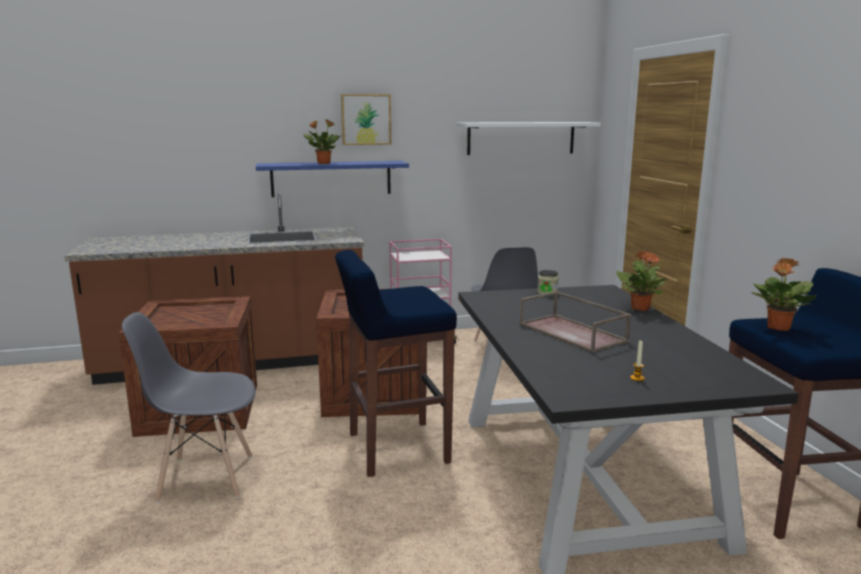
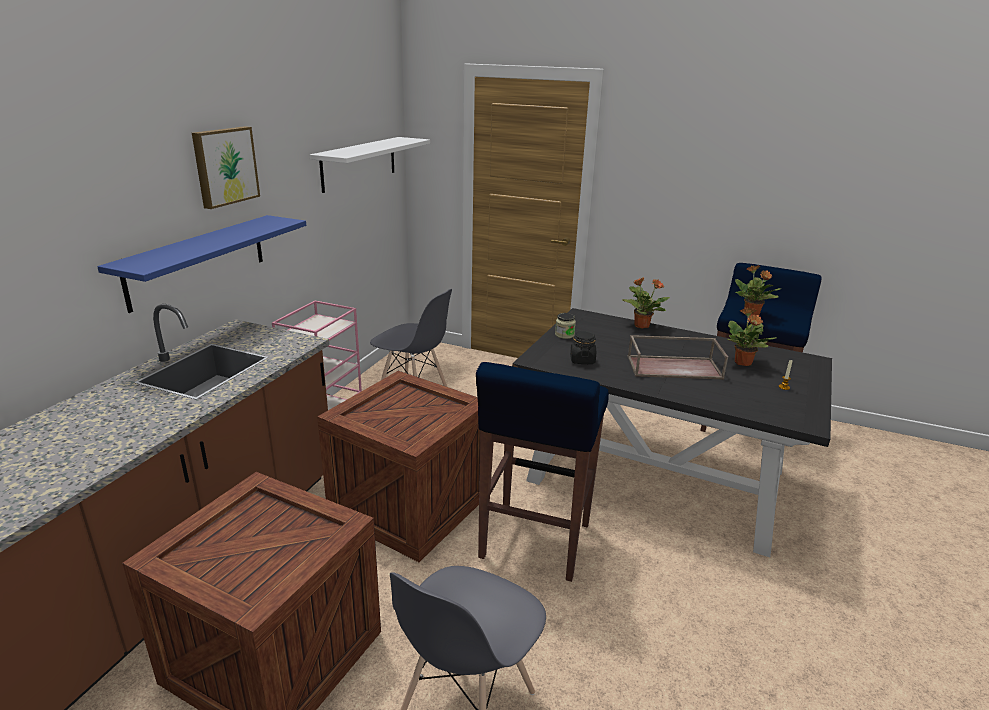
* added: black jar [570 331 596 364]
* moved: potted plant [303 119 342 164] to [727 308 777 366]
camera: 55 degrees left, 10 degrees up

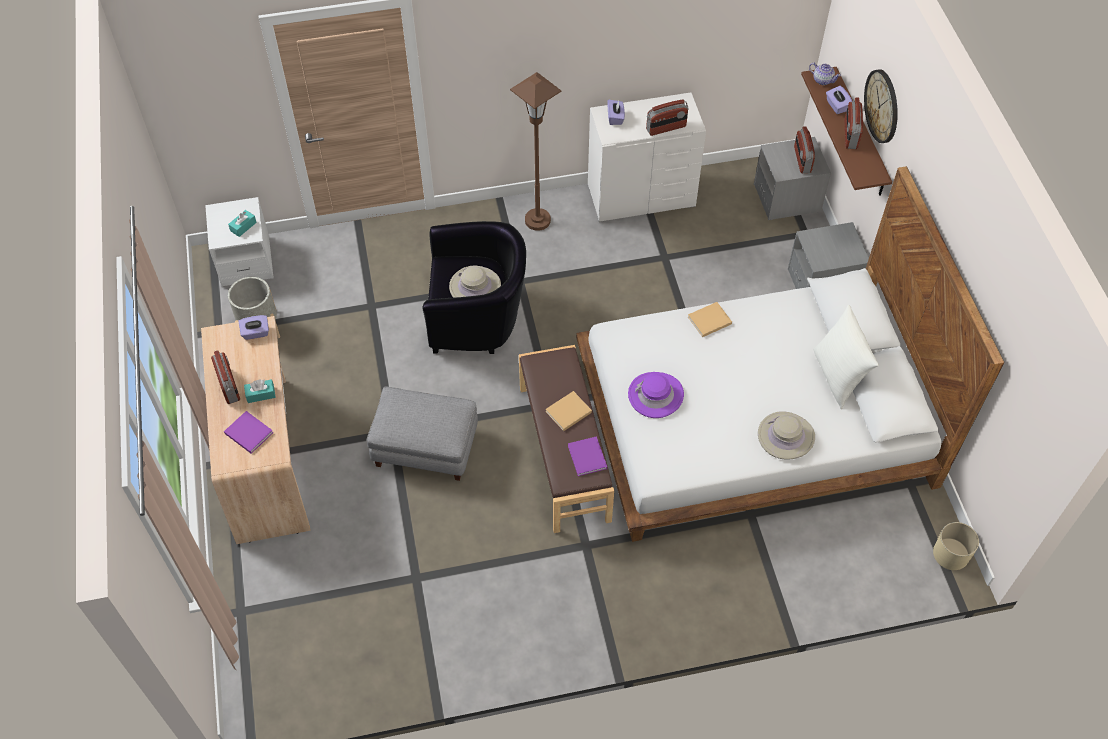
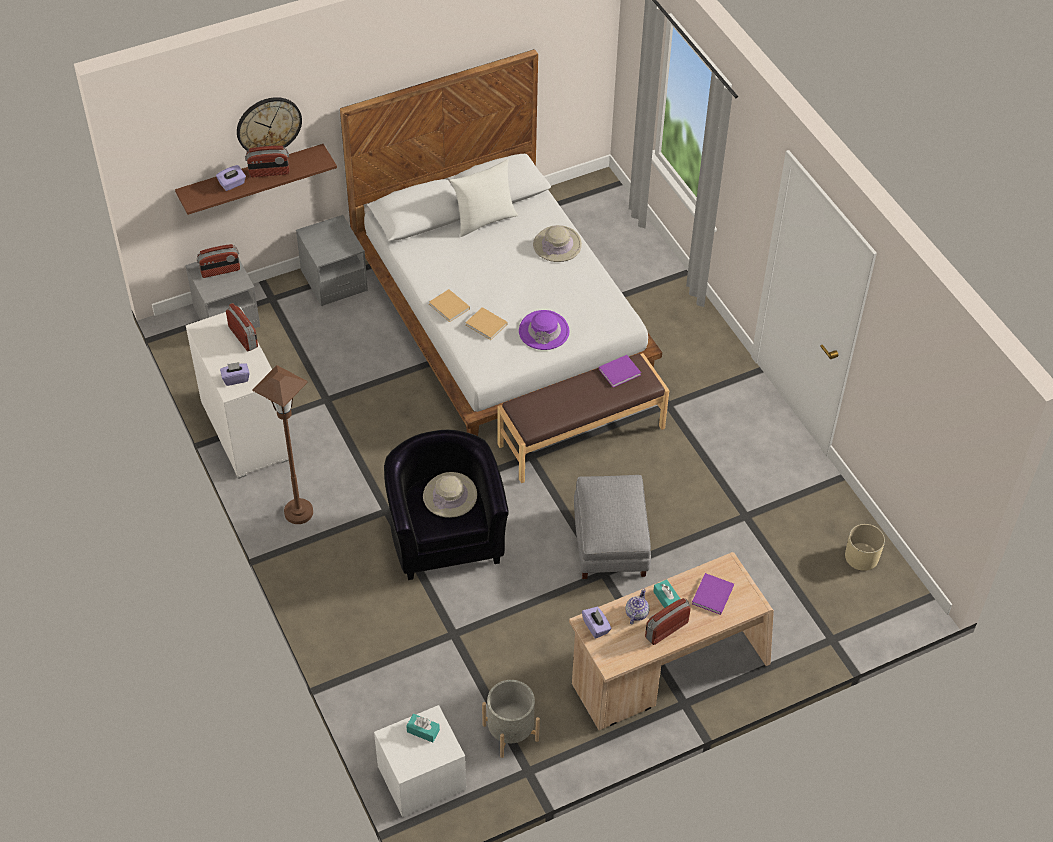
* moved: beige book [545 391 592 431] to [465 307 508 340]
* moved: teapot [809 63 841 85] to [625 589 650 624]
* moved: beige planter [933 522 979 570] to [845 524 885 571]
camera: 105 degrees left, 5 degrees down

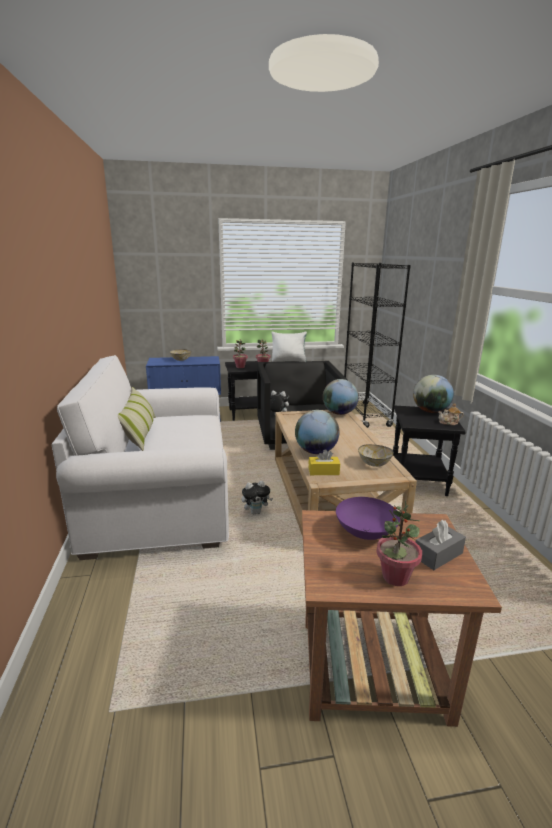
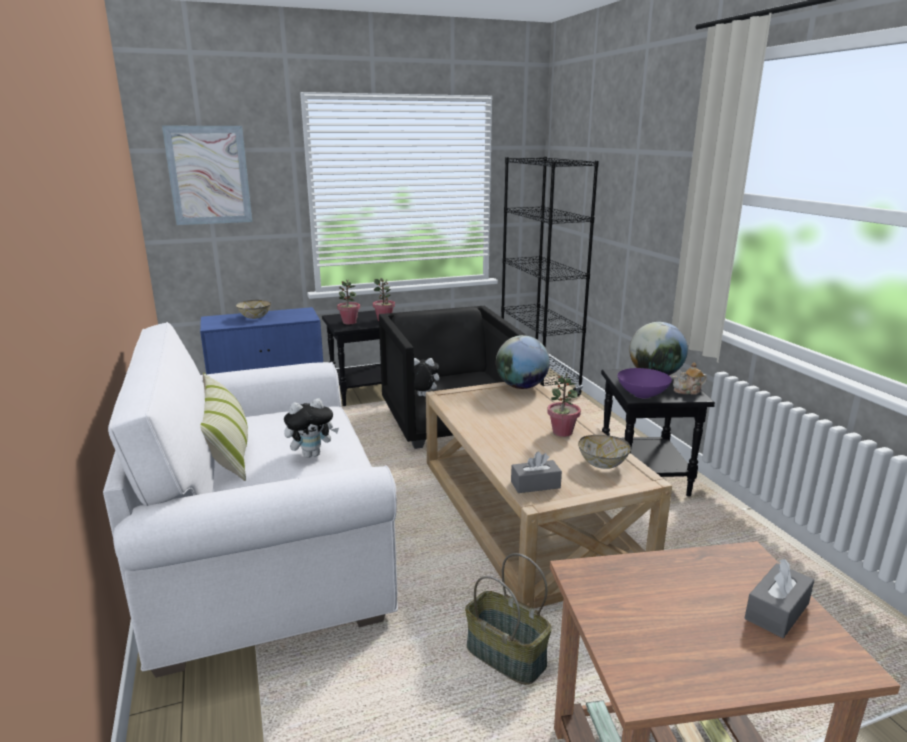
* removed: white pillow [271 332 307 362]
* removed: globe [295 410 340 454]
* added: picture [162 126 252 225]
* added: basket [465 553 552 685]
* moved: plush toy [242 481 273 514] to [284 398 339 458]
* moved: purple bowl [336 497 400 540] to [617 368 672 398]
* moved: potted plant [376 500 422 586] to [547 373 581 437]
* recoloured: yellow tissue box [309 449 340 475] to grey tissue box [511 452 562 493]
camera: 10 degrees left, 0 degrees up

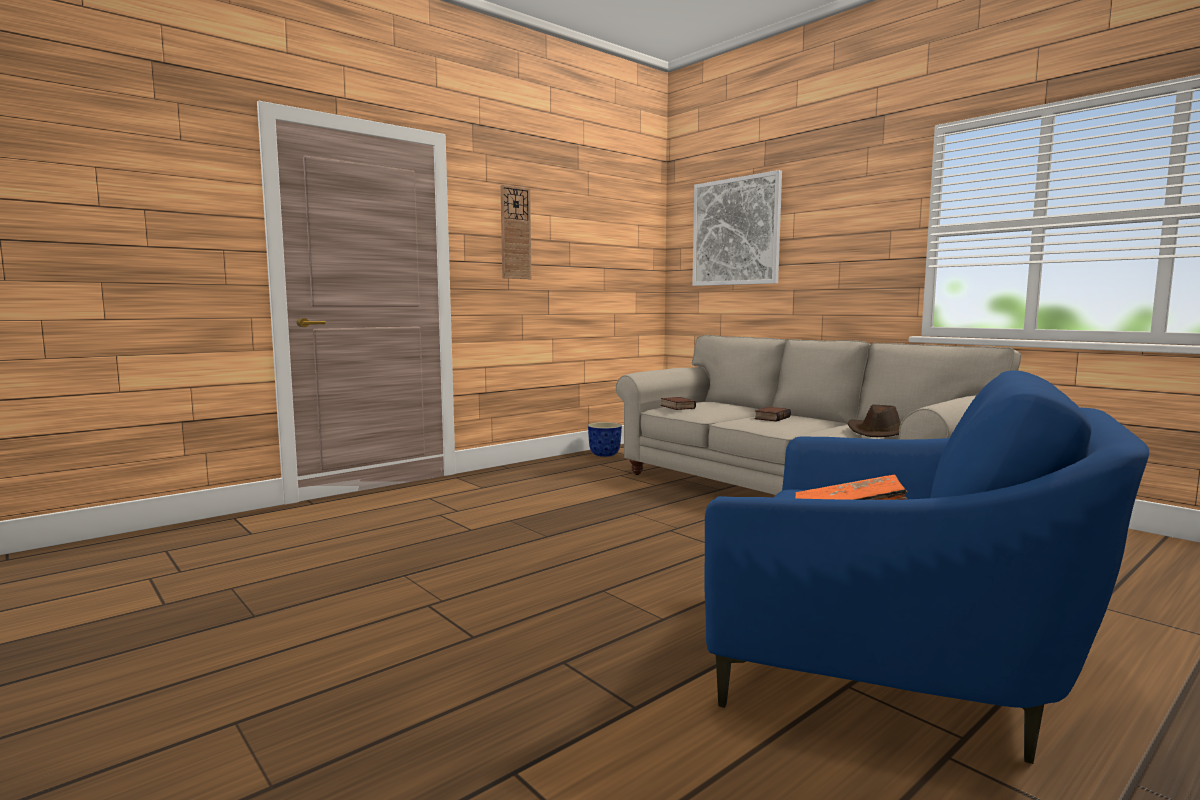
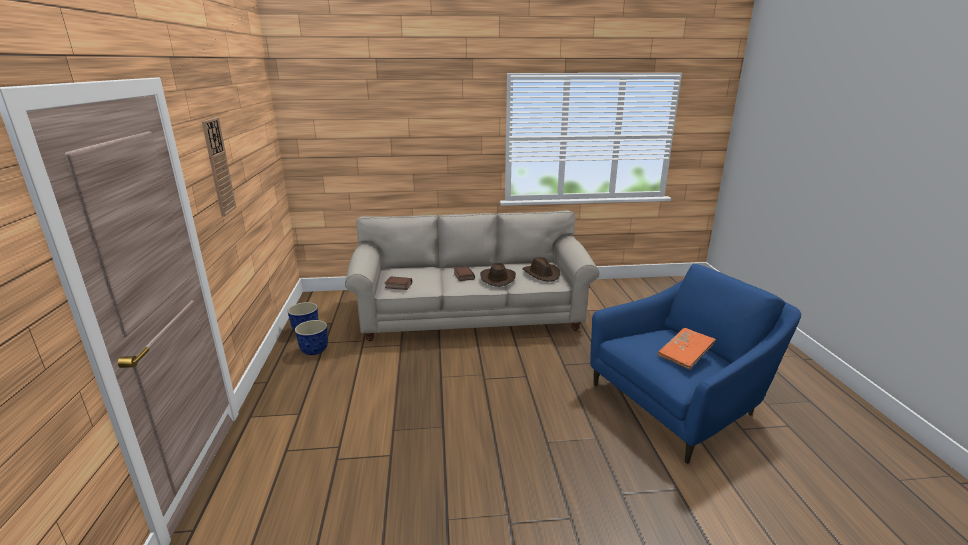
* removed: picture [692 170 782 286]
* added: planter [295 320 328 355]
* added: brown hat [480 263 516 287]
camera: 55 degrees left, 15 degrees up

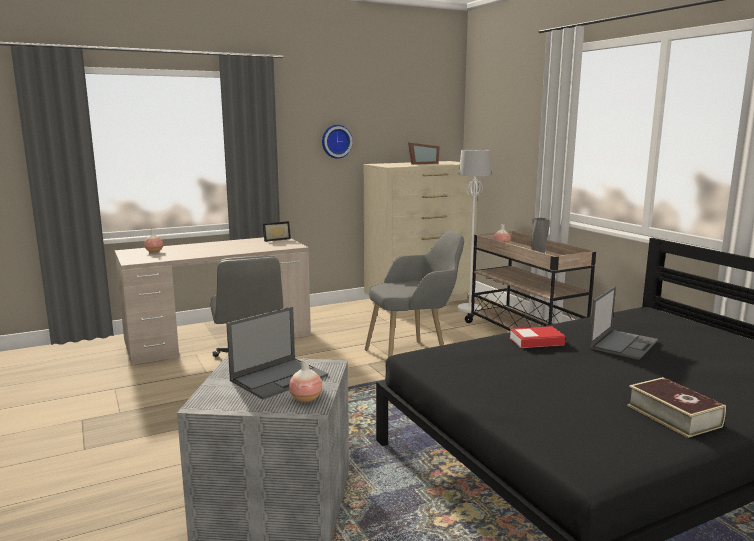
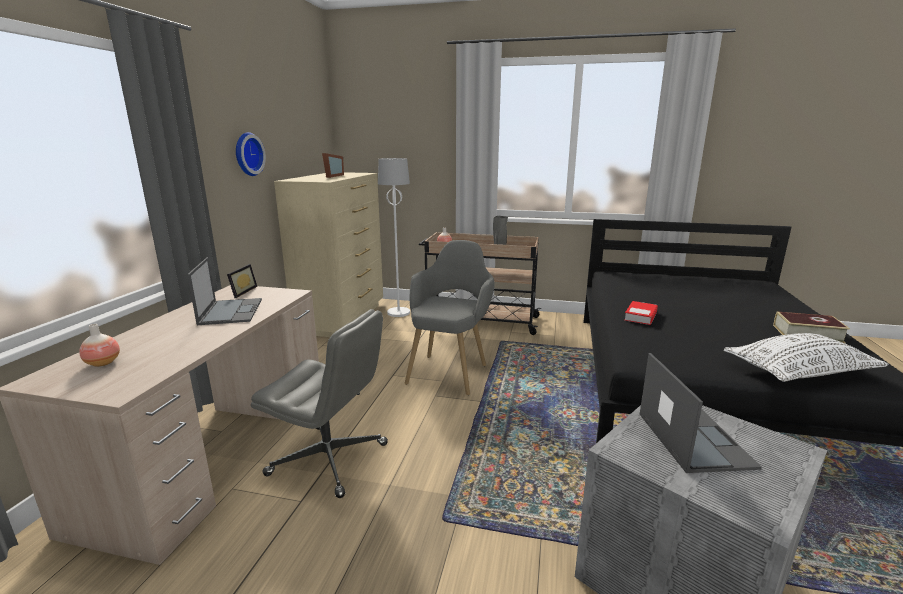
* removed: vase [289 358 322 403]
* added: white pillow [724 333 889 382]
* moved: laptop [589 286 658 360] to [187 257 262 325]
camera: 50 degrees left, 5 degrees up

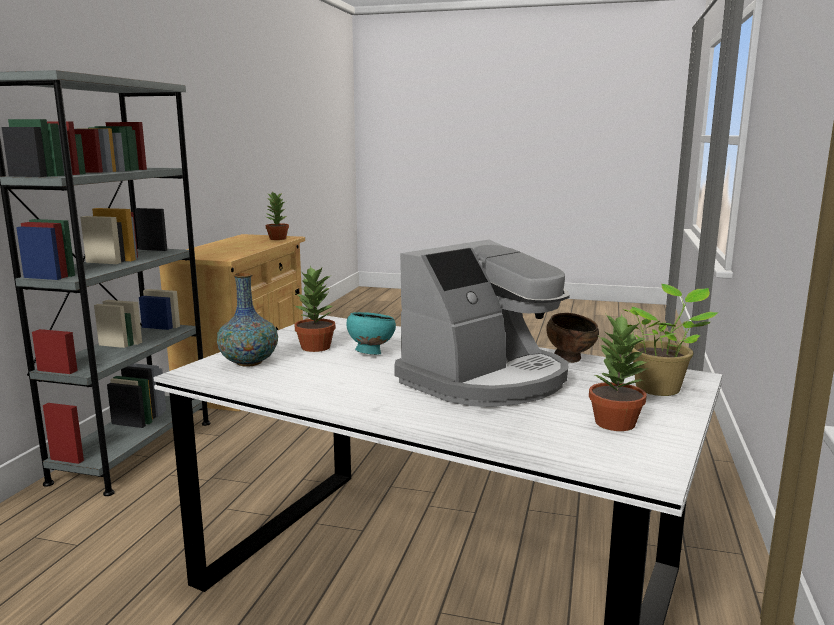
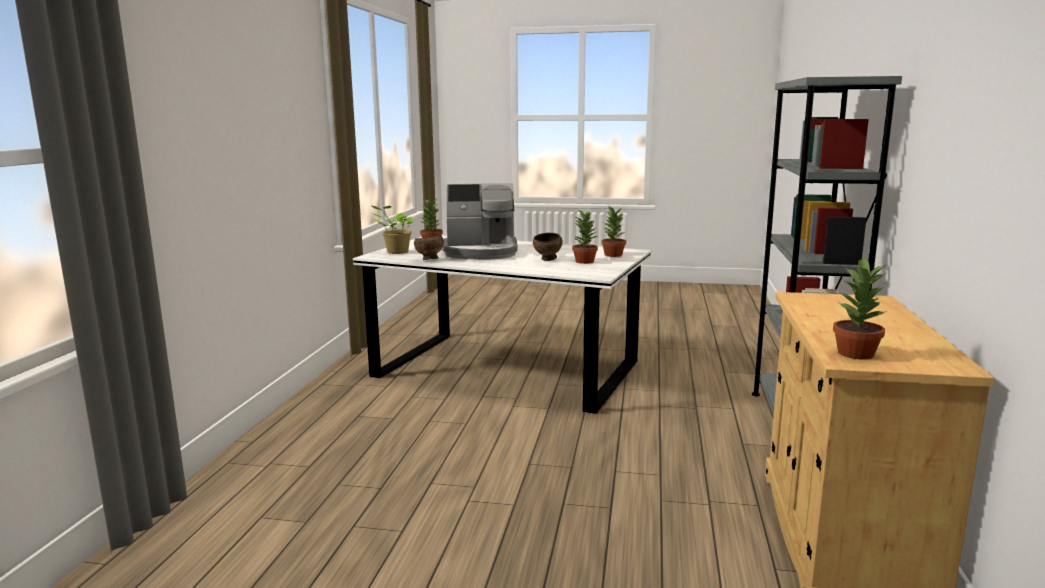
* replaced: vase [217 273 278 367] to potted plant [601 205 626 257]
* recoloured: turquoise bowl [347 312 396 355] to brown bowl [533 233 563 261]
* turned: coffee machine [394 240 569 407] = [442 183 518 260] 135 degrees counterclockwise
camera: 175 degrees right, 0 degrees up

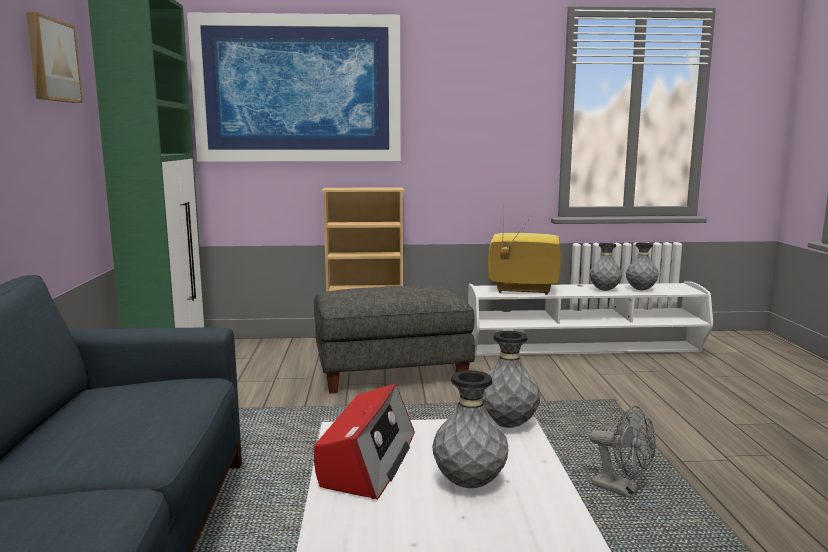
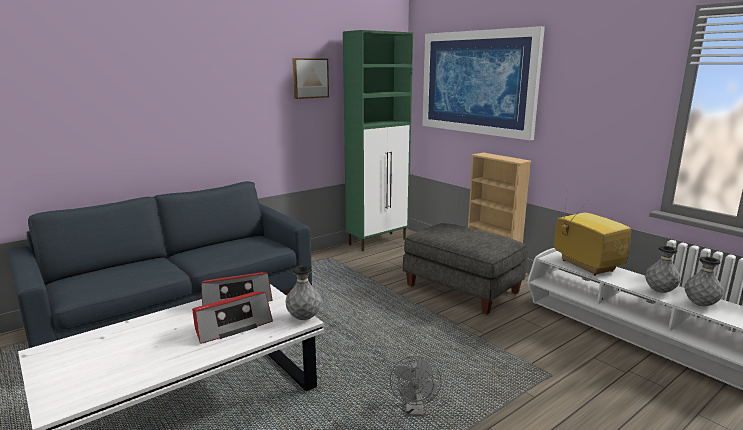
* replaced: grey vase [432 370 508 488] to radio [192 292 273 344]
camera: 55 degrees right, 5 degrees up

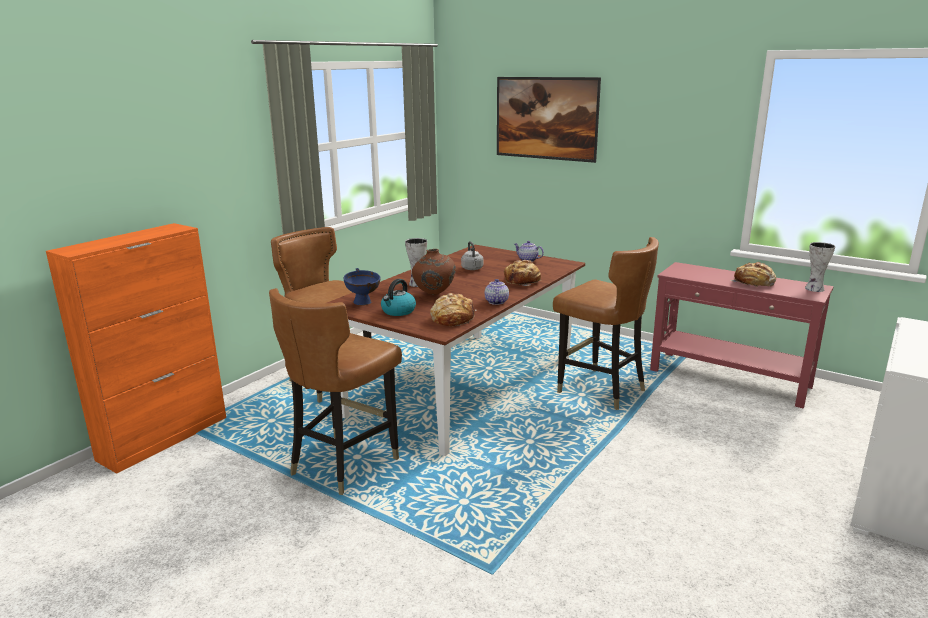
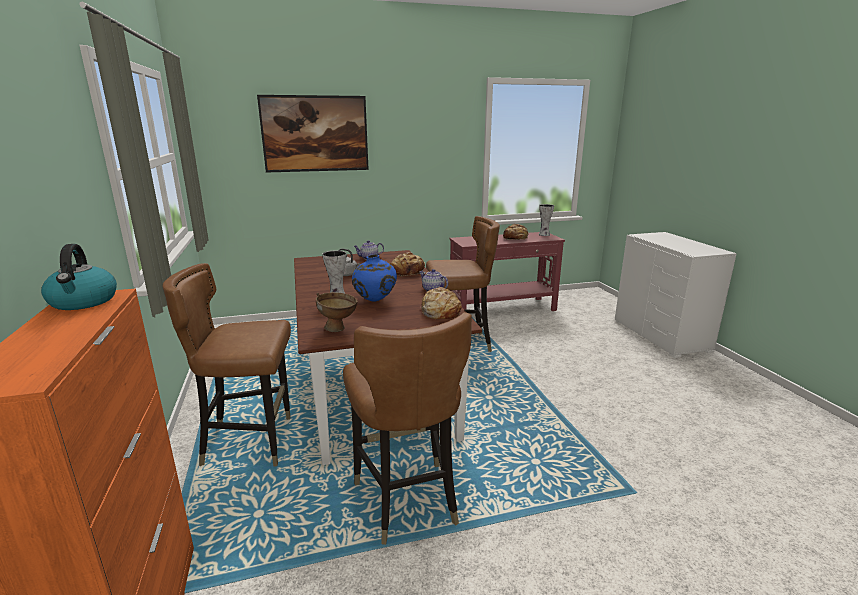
* moved: kettle [381 279 416 316] to [41 244 117 310]
* recoloured: blue bowl [344 268 380 306] to brown bowl [316 292 358 332]
* recoloured: brown vase [412 249 456 295] to blue vase [352 254 397 302]
camera: 50 degrees left, 0 degrees up

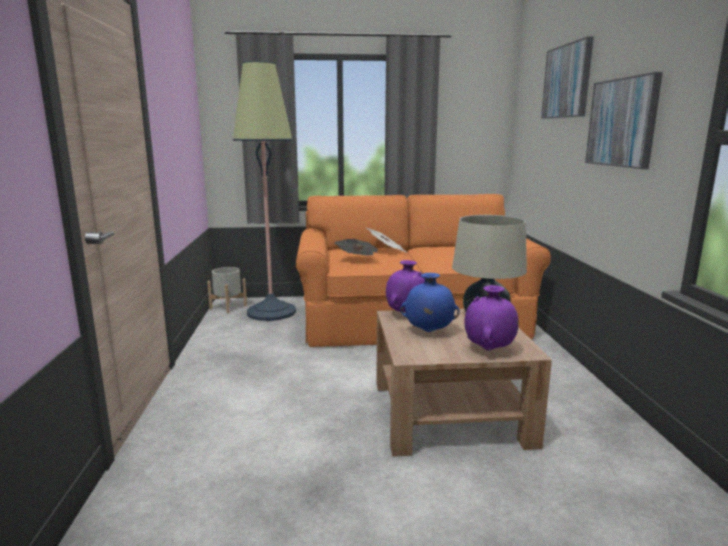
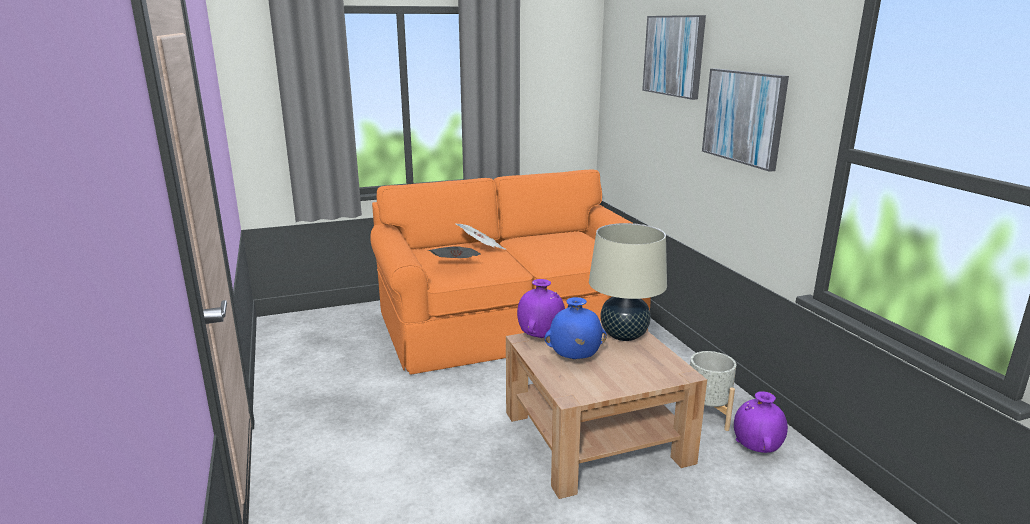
* removed: floor lamp [233 61 296 321]
* moved: grey planter [207 267 247 313] to [690 351 736 431]
* moved: purple vase [464 285 519 351] to [734 391 788 453]
camera: 15 degrees left, 5 degrees up

